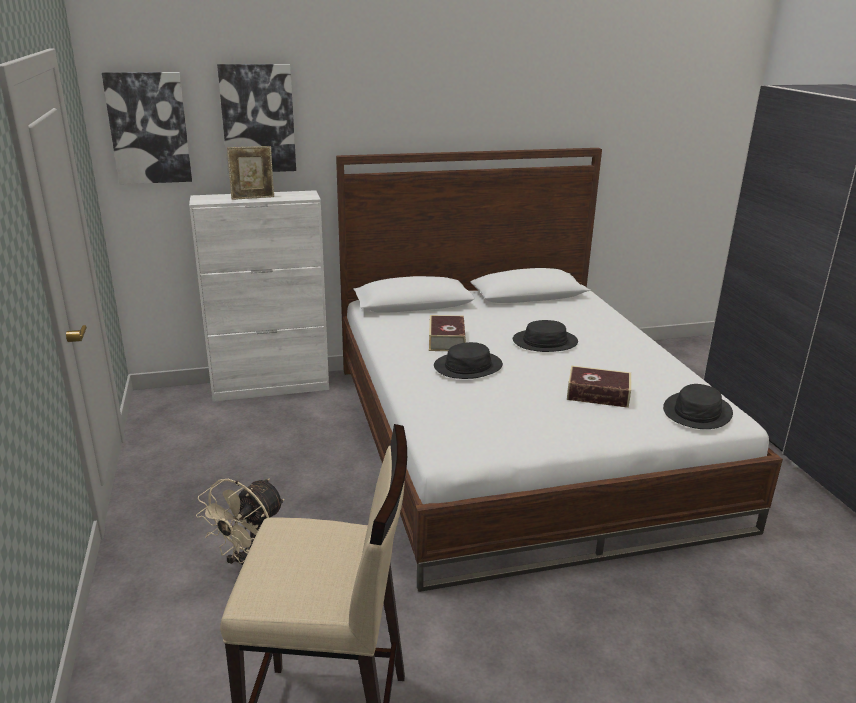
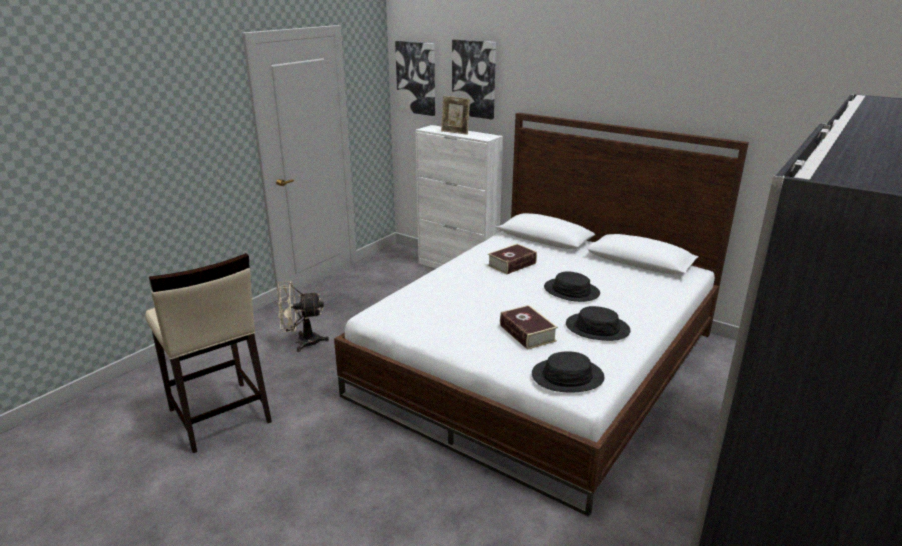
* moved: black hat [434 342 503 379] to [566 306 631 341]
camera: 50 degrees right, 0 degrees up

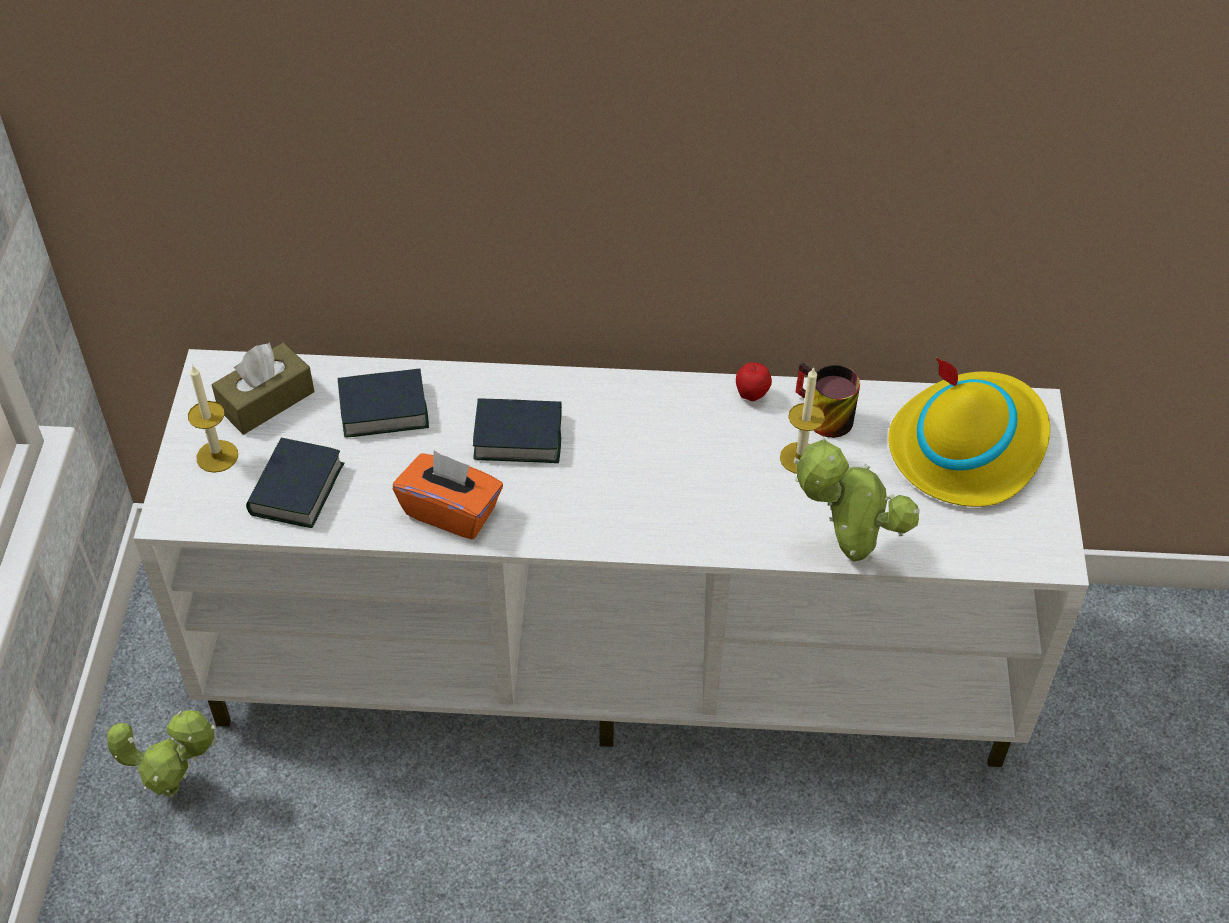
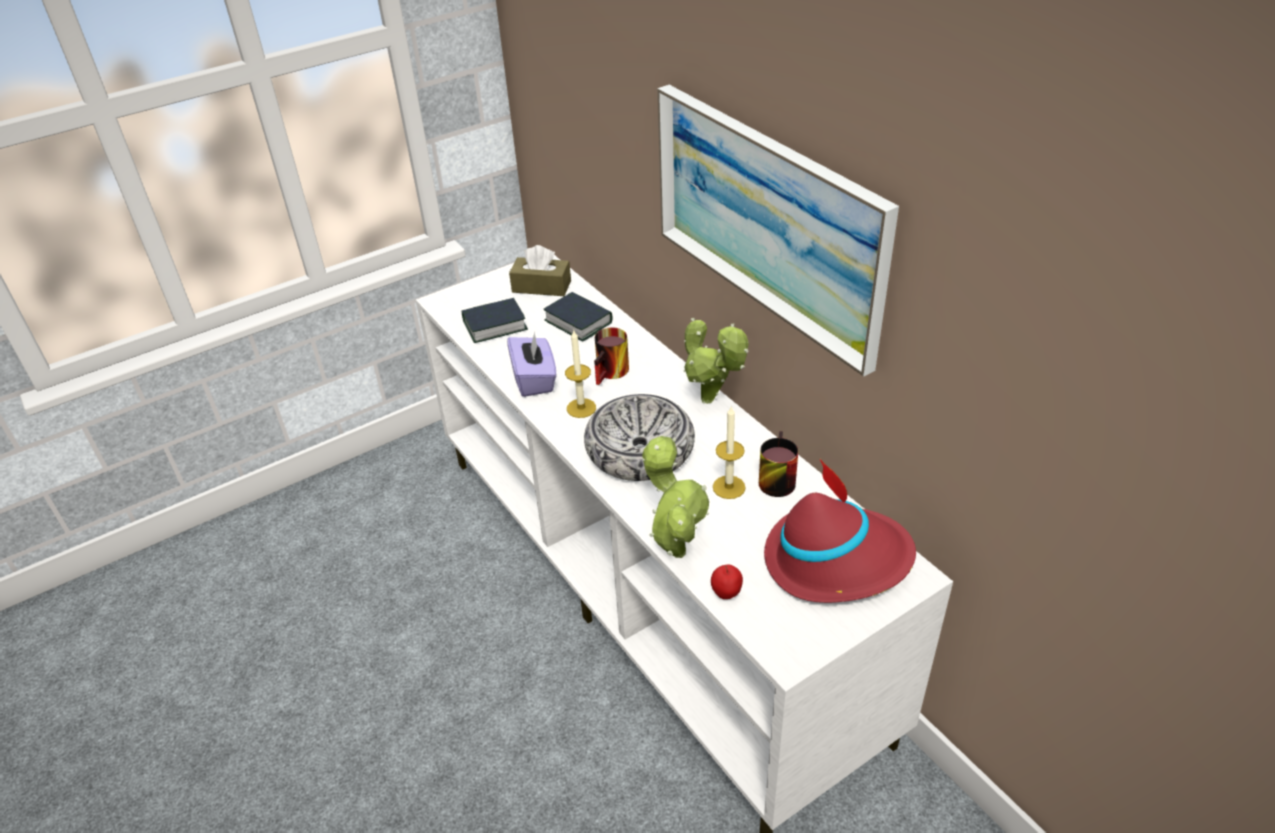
* added: bowl [584 394 695 481]
* added: picture [658 85 899 377]
* moved: potted plant [105 710 217 797] to [684 318 748 404]
* moved: candle [188 364 238 473] to [565 331 596 418]
* moved: apple [736 362 772 401] to [711 565 743 599]
* replaced: book [473 398 562 463] to mug [594 327 629 385]
* recoloured: orange tissue box [393 450 503 539] to purple tissue box [507 333 557 397]
* recoloured: yellow hat [888 358 1050 507] to red hat [764 459 916 603]
camera: 55 degrees right, 10 degrees down

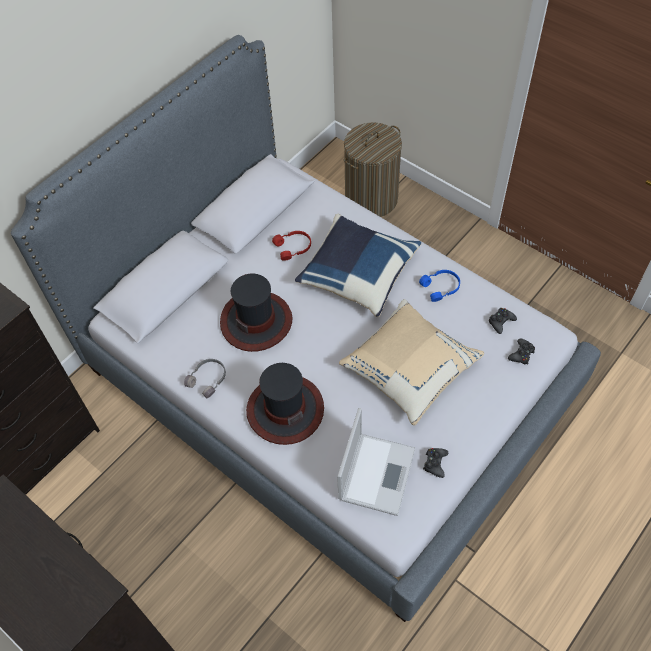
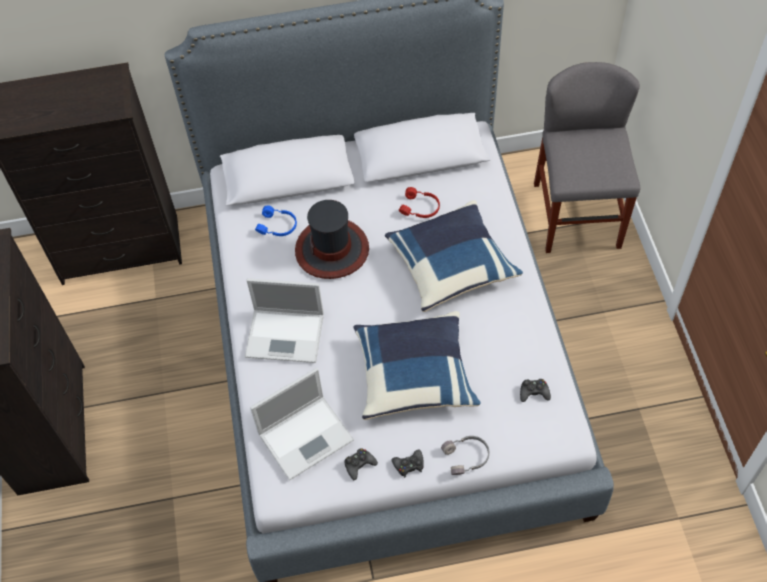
* moved: grey headphones [184 359 226 398] to [441 436 489 475]
* moved: blue headphones [419 270 460 302] to [255 205 297 236]
* moved: black game controller [508 338 535 364] to [392 450 424 478]
* replaced: hat [246 363 324 445] to laptop [245 278 324 363]
* replaced: laundry basket [343 122 402 217] to grey chair [534 62 640 253]
* recoloured: beige pillow [339 299 484 426] to blue pillow [353 311 481 420]
camera: 40 degrees right, 0 degrees up

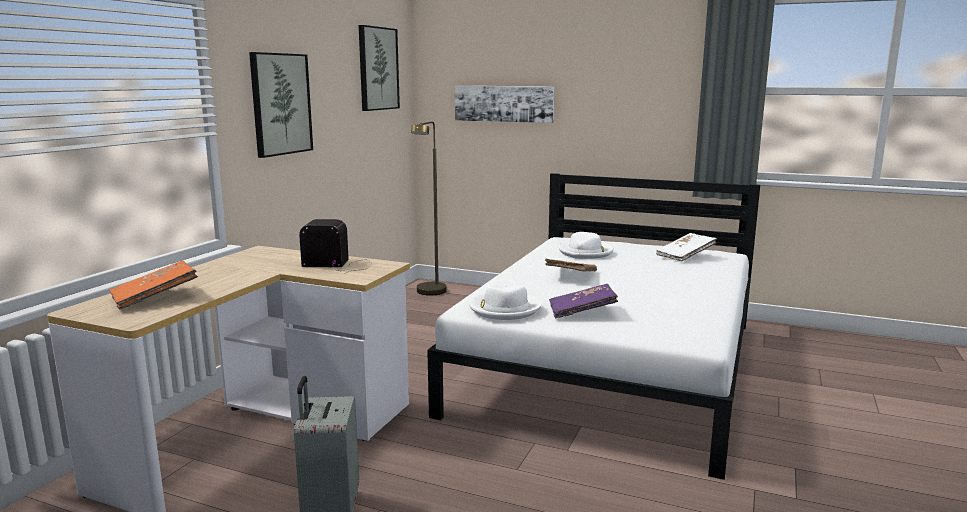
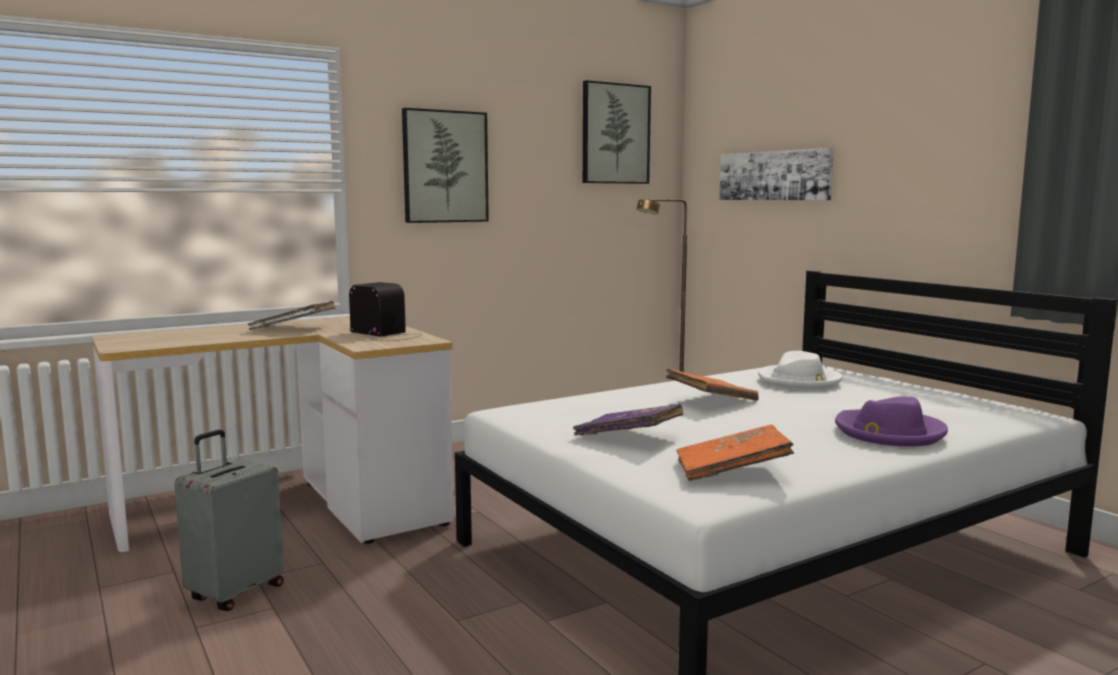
* removed: white hat [469 285 542 320]
* added: purple hat [835 396 948 447]
* moved: orange book [109 261 198 310] to [676 425 794 481]
* moved: white book [656 233 717 261] to [248 300 336 330]
camera: 35 degrees right, 5 degrees down

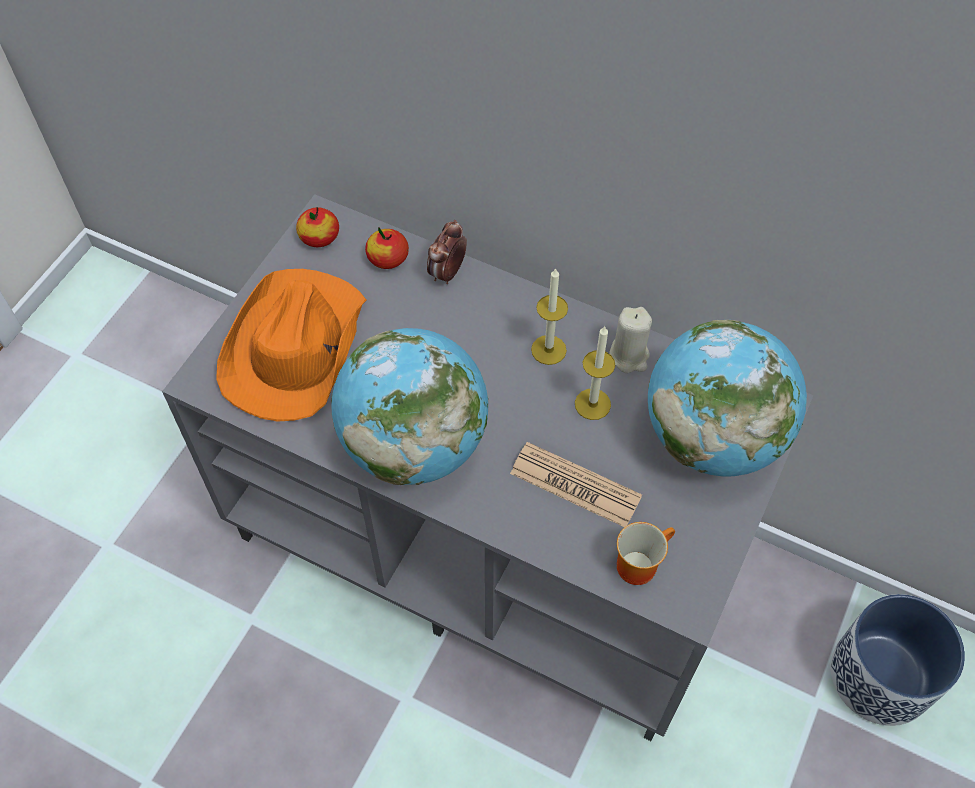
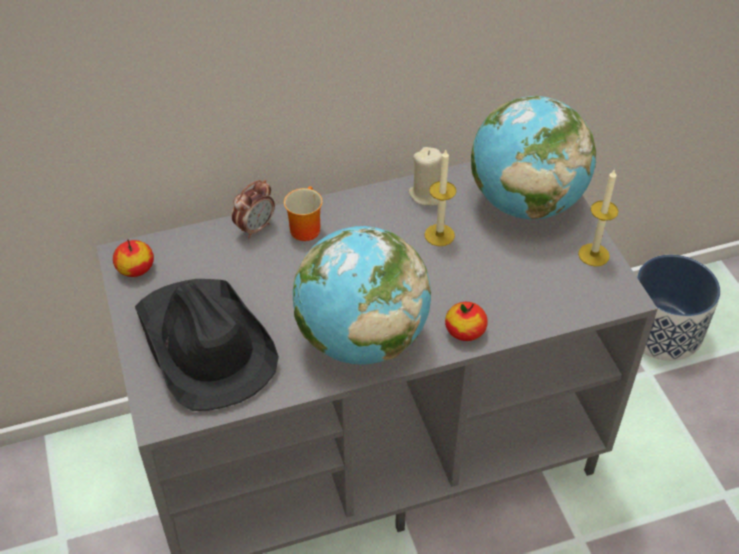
* removed: newspaper [510 442 642 527]
* moved: apple [365 227 409 269] to [445 302 488 341]
* moved: candle [531 268 568 365] to [578 169 618 267]
* moved: mug [617 522 675 585] to [284 186 323 241]
* recoloured: orange hat [216 269 366 422] to black hat [135 279 279 411]
* turned: alarm clock [427 220 467 284] = [232 180 275 238] 120 degrees counterclockwise
camera: 45 degrees left, 10 degrees down

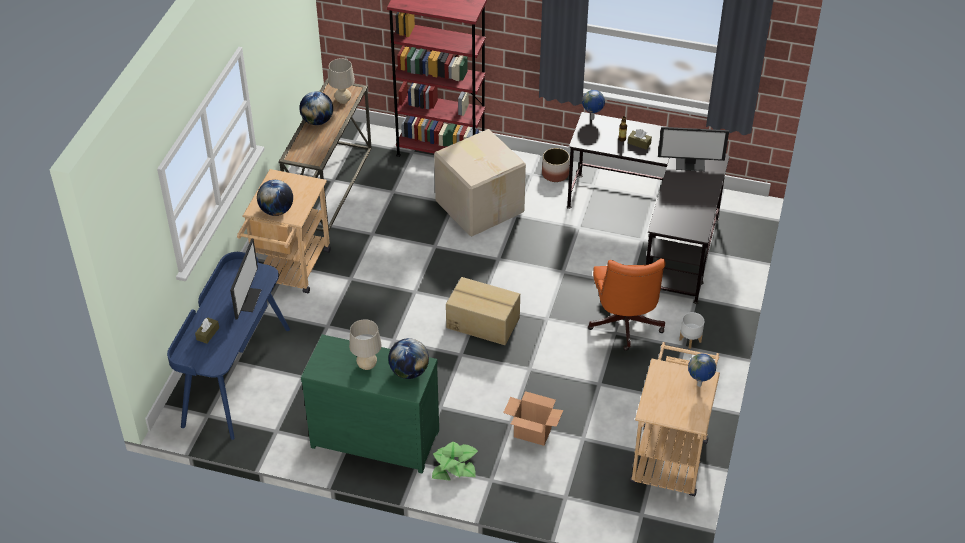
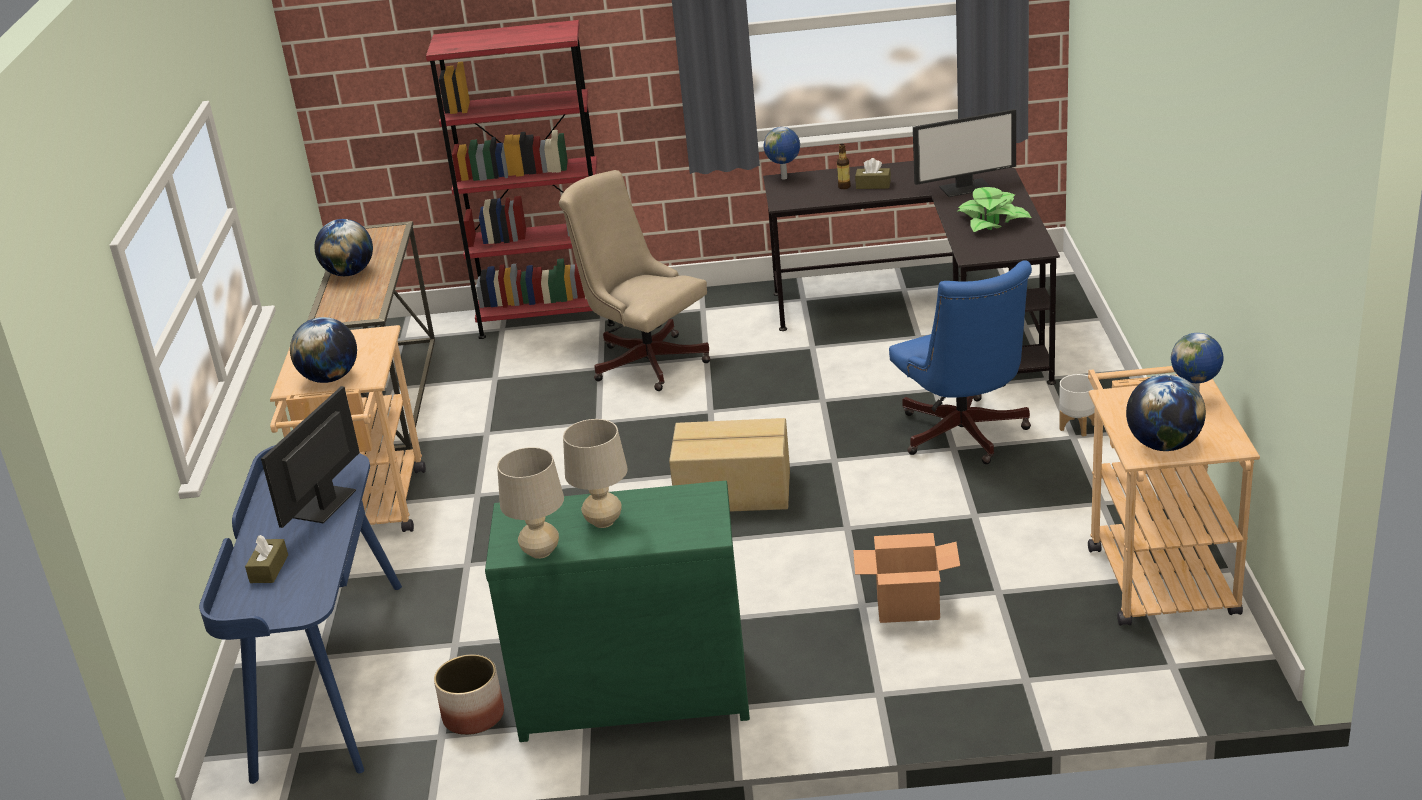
* moved: beige table lamp [328 58 355 104] to [497 447 564 559]
* moved: globe [388 338 429 379] to [1126 374 1206 451]
* moved: potted plant [432 441 478 481] to [958 187 1032 232]
* moved: planter [542 148 570 182] to [434 654 504 735]
* replaced: cardboard box [434 129 526 237] to beige office chair [559 170 711 391]
* recoloured: orange office chair [588 258 665 351] to blue office chair [889 260 1032 464]
* turned: monitor [230 238 261 319] = [261 386 360 528] 150 degrees counterclockwise
camera: 15 degrees left, 15 degrees down

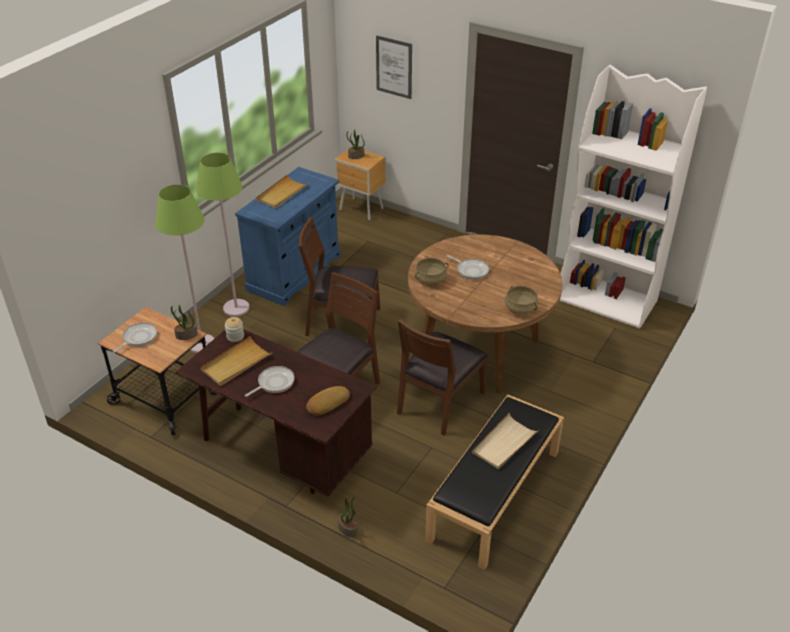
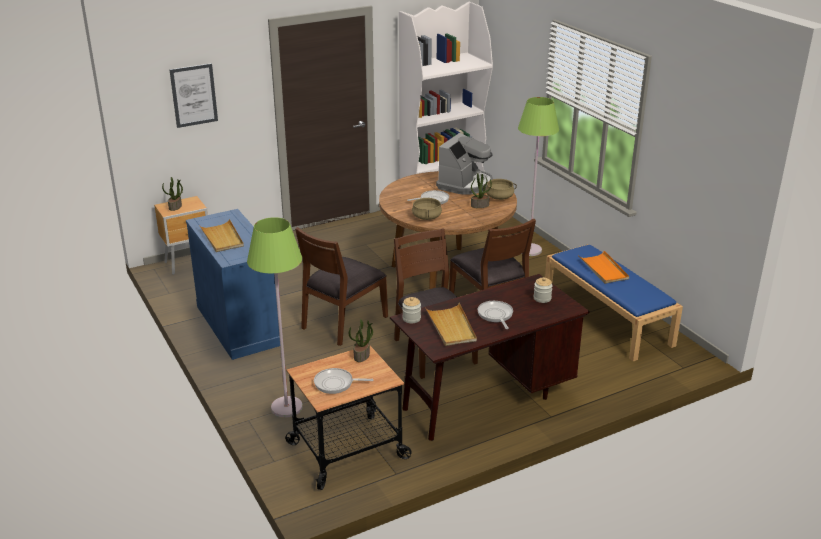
* added: coffee machine [436 133 493 195]
* moved: green floor lamp [196 153 249 317] to [518 97 559 256]
* moved: potted plant [338 496 357 537] to [471 173 492 208]
* replaced: bread [306 386 350 415] to jar [534 277 553 303]
* recoloured: black bench [425 394 564 570] to blue bench [545 244 683 361]
* recoloured: beige tray [472 413 539 470] to orange tray [578 251 629 284]
* turned: frying pan [113 323 157 353] = [314 368 374 394] 60 degrees counterclockwise
camera: 60 degrees left, 10 degrees down

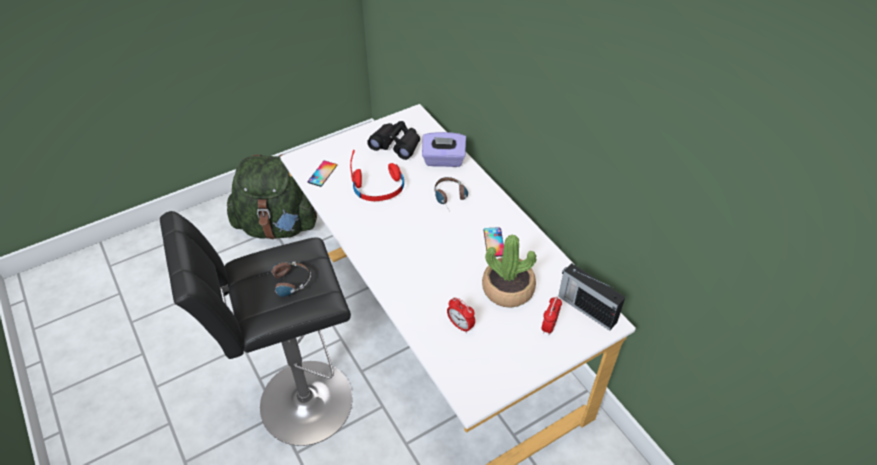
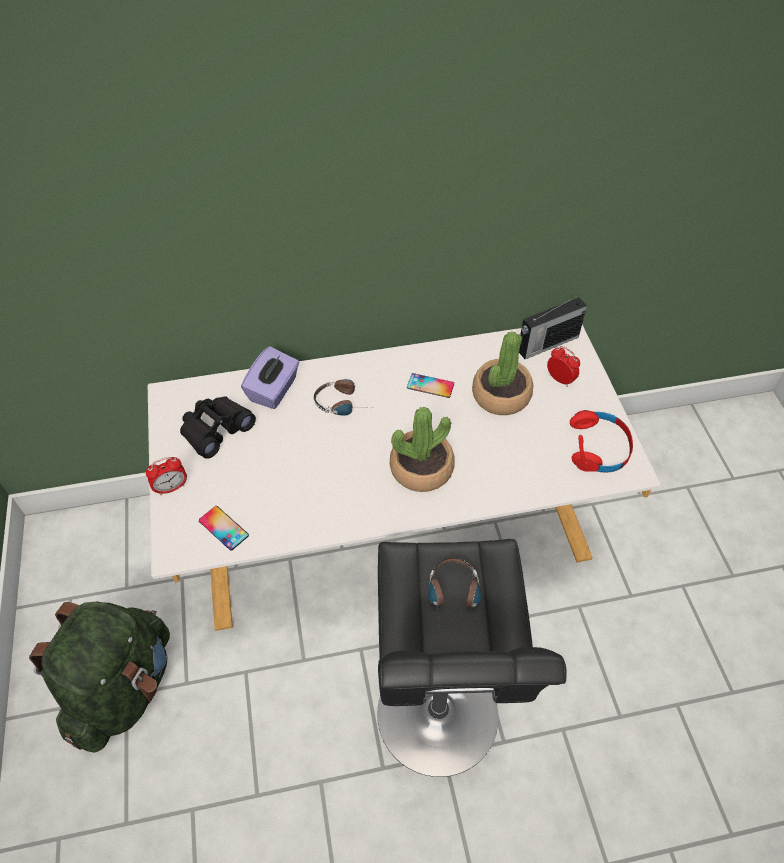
* added: potted plant [390 407 455 492]
* moved: red headphones [350 150 404 201] to [570 410 633 473]
* moved: alarm clock [447 298 475 333] to [146 457 187 495]
camera: 70 degrees left, 5 degrees up

